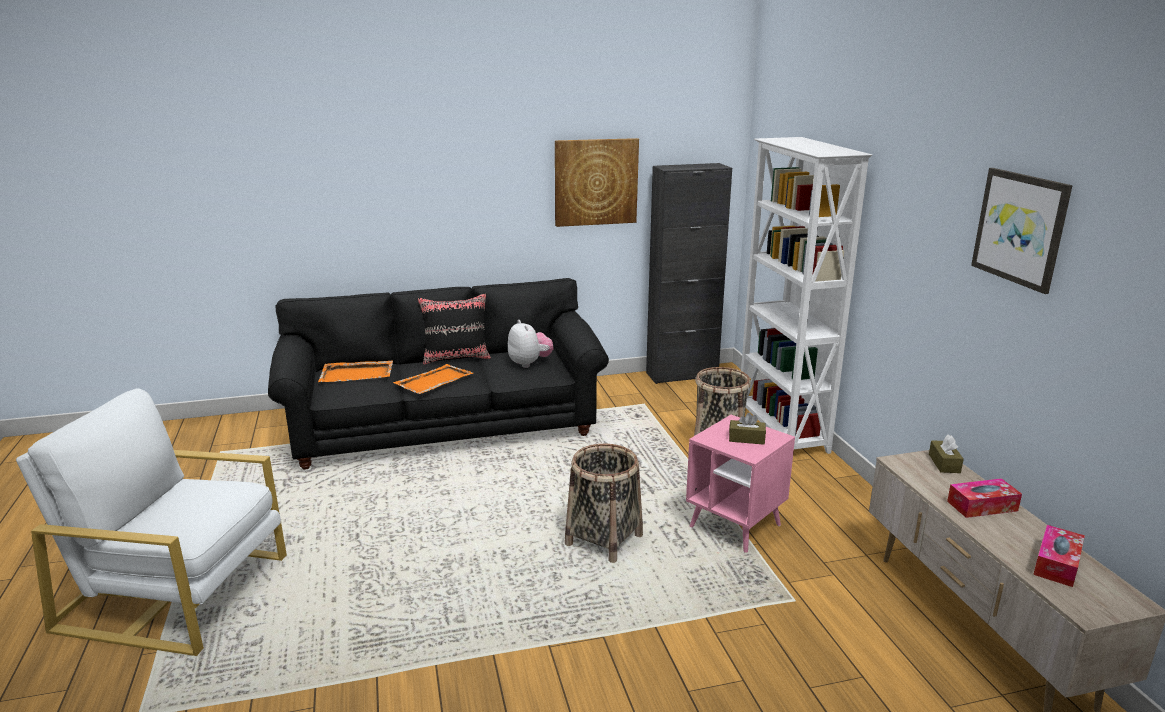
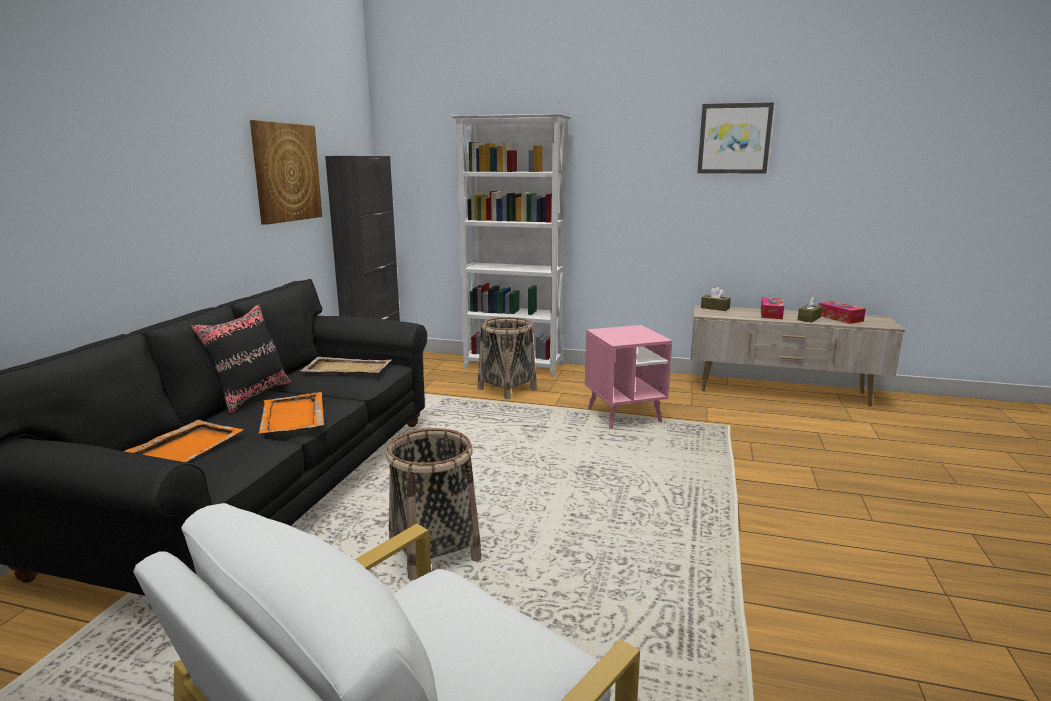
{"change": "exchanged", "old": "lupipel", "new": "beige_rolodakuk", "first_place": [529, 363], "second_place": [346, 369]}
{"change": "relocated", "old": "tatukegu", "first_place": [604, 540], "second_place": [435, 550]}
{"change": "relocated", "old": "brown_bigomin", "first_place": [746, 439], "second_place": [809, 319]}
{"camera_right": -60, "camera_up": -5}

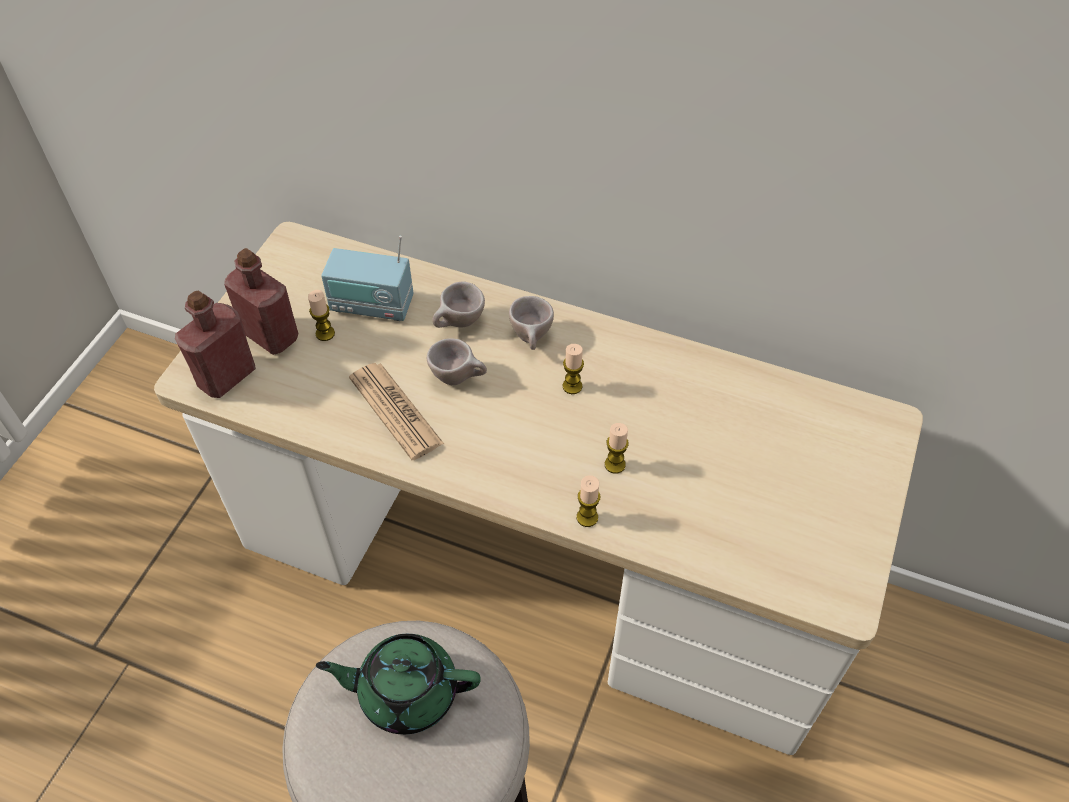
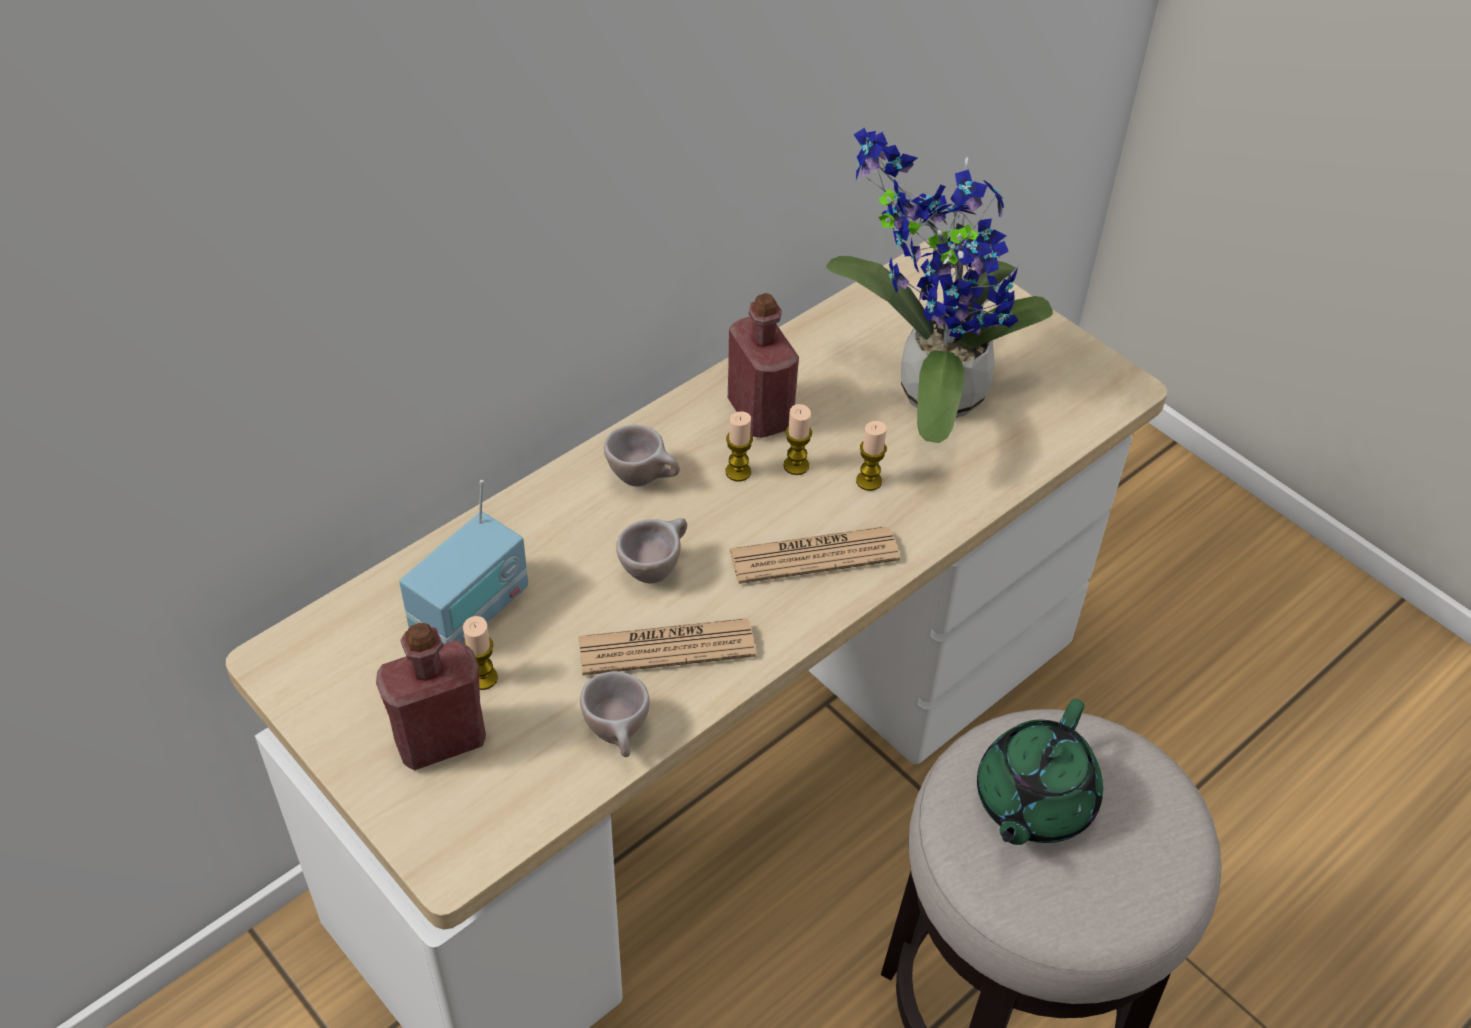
{"change": "relocated", "old": "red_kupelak", "first_place": [227, 377], "second_place": [760, 414]}
{"change": "relocated", "old": "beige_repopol", "first_place": [458, 324], "second_place": [619, 737]}
{"change": "relocated", "old": "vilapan", "first_place": [587, 517], "second_place": [796, 465]}
{"change": "appeared", "new": "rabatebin", "second_place": [813, 556]}
{"change": "appeared", "new": "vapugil", "second_place": [929, 391]}
{"camera_right": -65, "camera_up": -5}

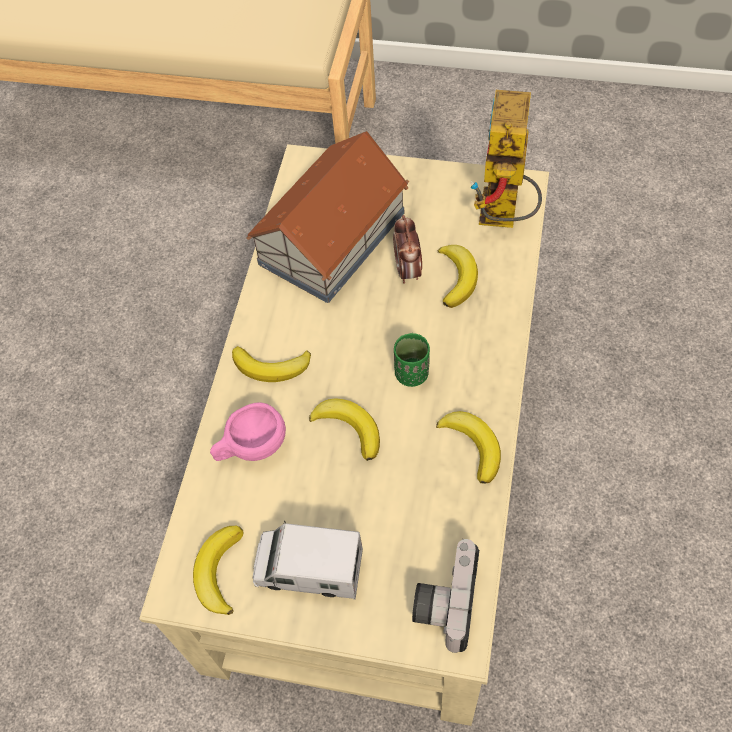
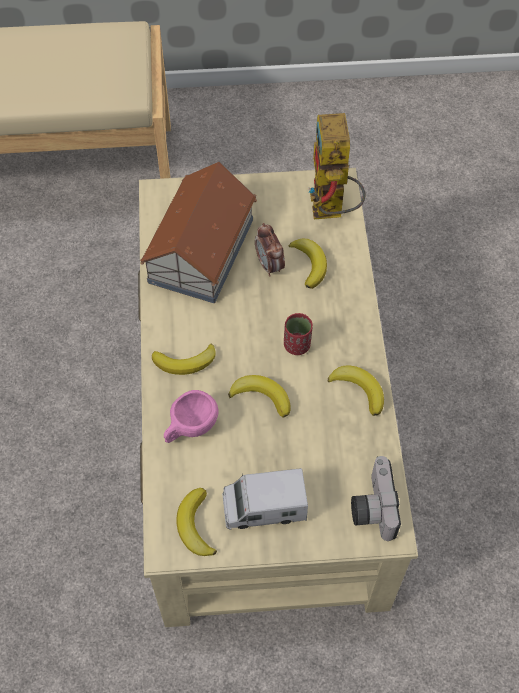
{"change": "colour", "old": "green_repopol", "new": "red_repopol", "first_place": [412, 374], "second_place": [297, 345]}
{"camera_right": -20, "camera_up": 0}

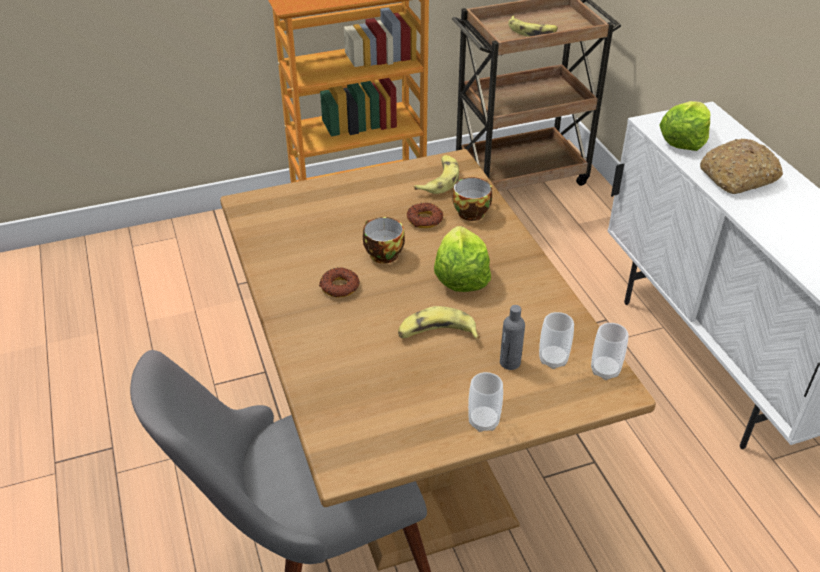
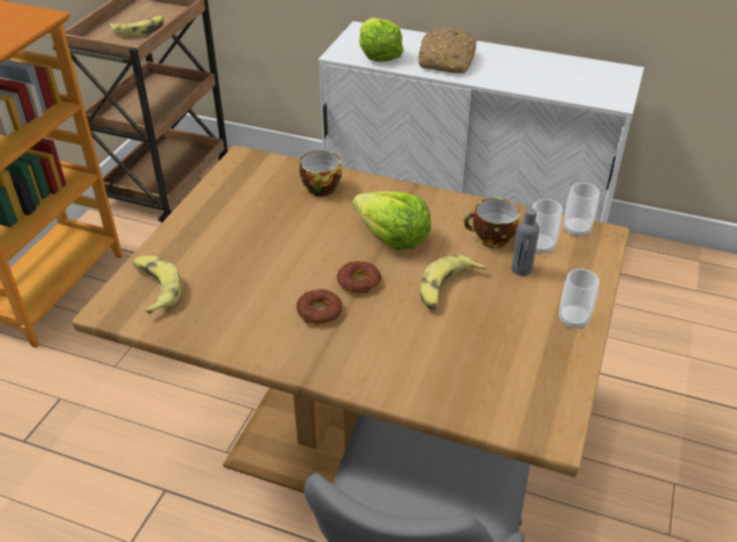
{"change": "relocated", "old": "repopol", "first_place": [381, 254], "second_place": [491, 239]}
{"change": "relocated", "old": "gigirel", "first_place": [424, 219], "second_place": [359, 282]}
{"change": "relocated", "old": "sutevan", "first_place": [439, 180], "second_place": [155, 288]}
{"camera_right": -50, "camera_up": 0}

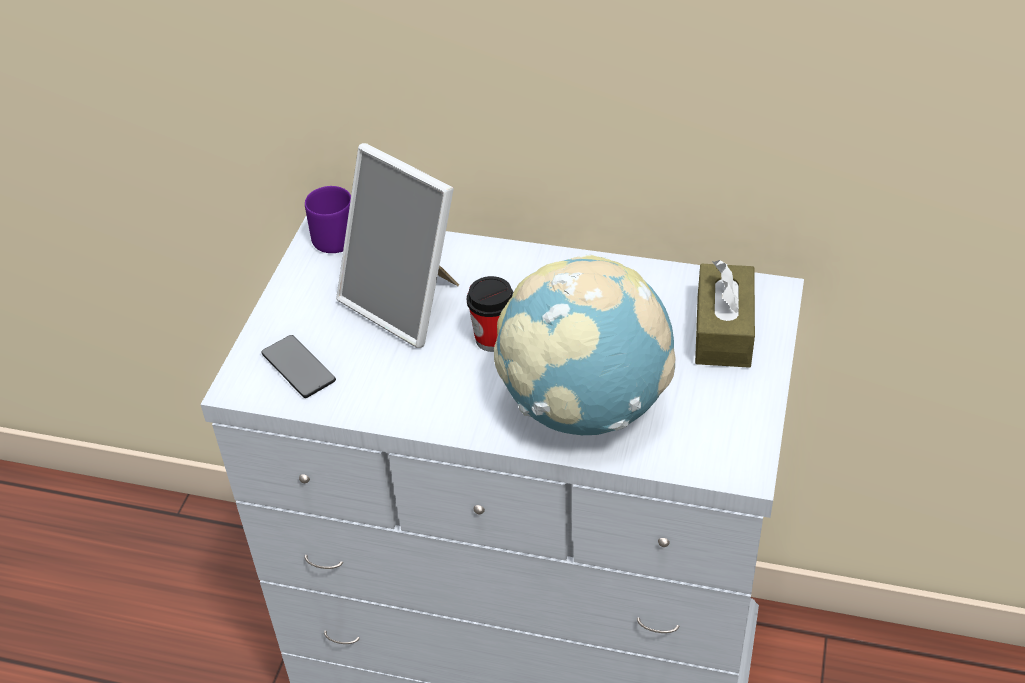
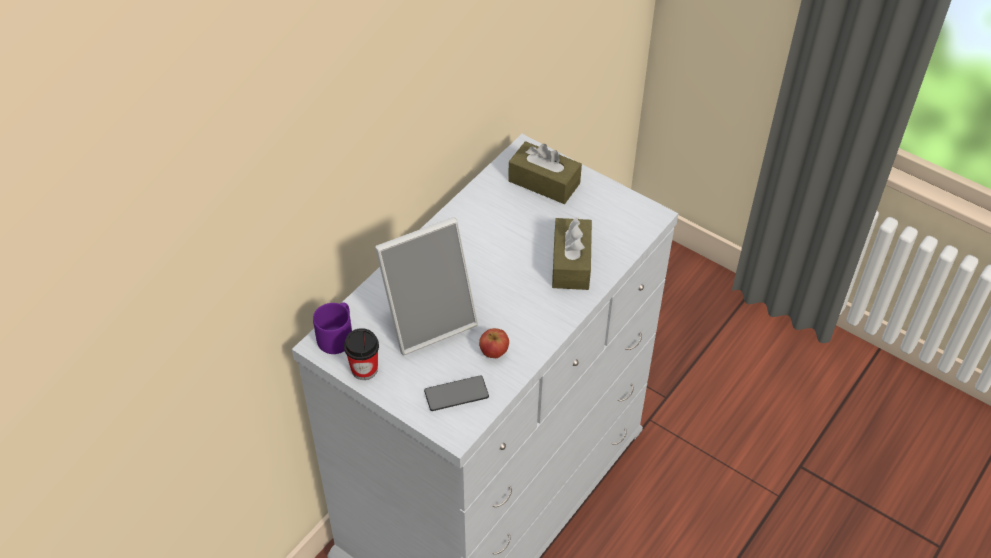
{"change": "relocated", "old": "repopol", "first_place": [493, 339], "second_place": [364, 369]}
{"change": "exchanged", "old": "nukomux", "new": "brown_bigomin", "first_place": [585, 406], "second_place": [571, 263]}
{"change": "appeared", "new": "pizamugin", "second_place": [494, 352]}
{"camera_right": -70, "camera_up": 5}

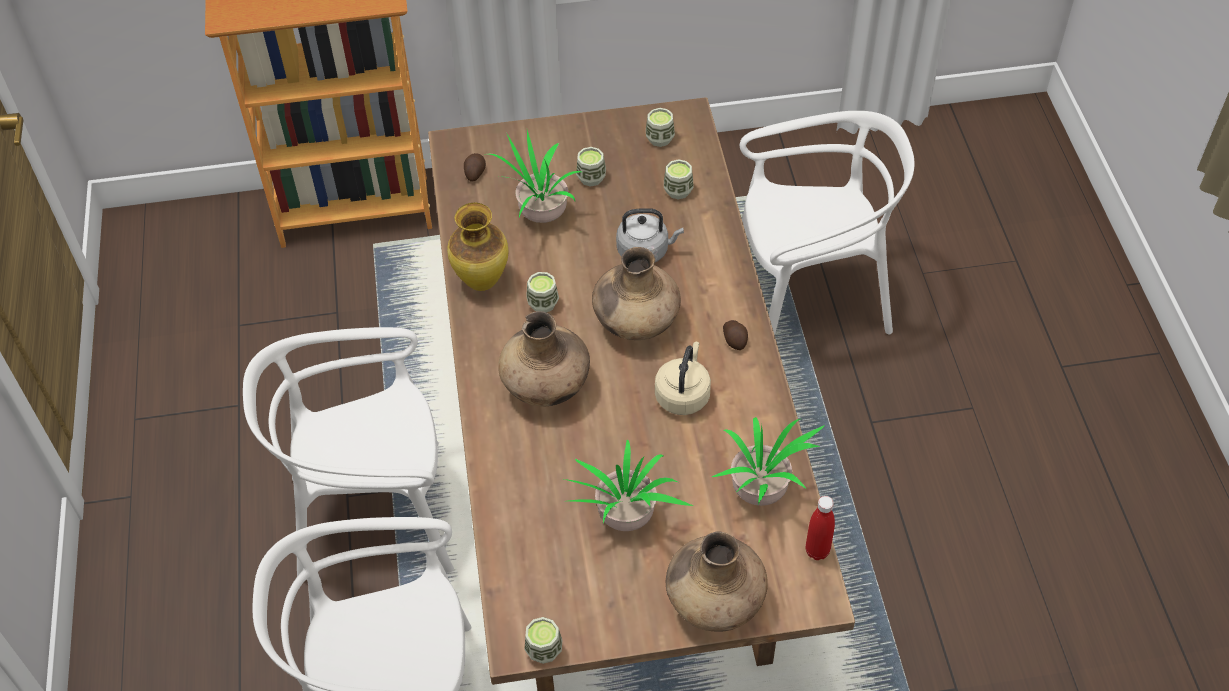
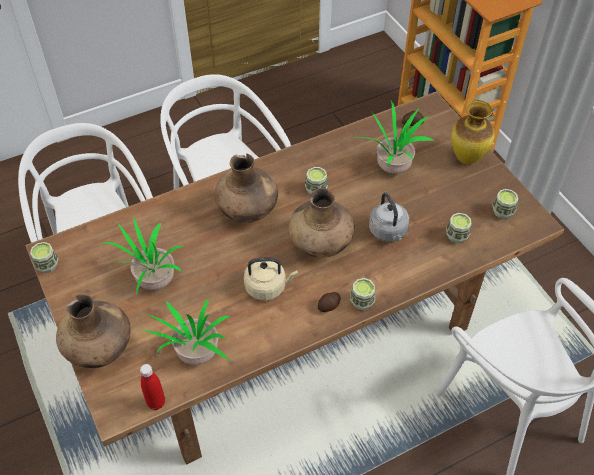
{"change": "relocated", "old": "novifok", "first_place": [483, 282], "second_place": [467, 159]}
{"change": "relocated", "old": "repopol", "first_place": [591, 178], "second_place": [362, 301]}
{"camera_right": 70, "camera_up": 0}

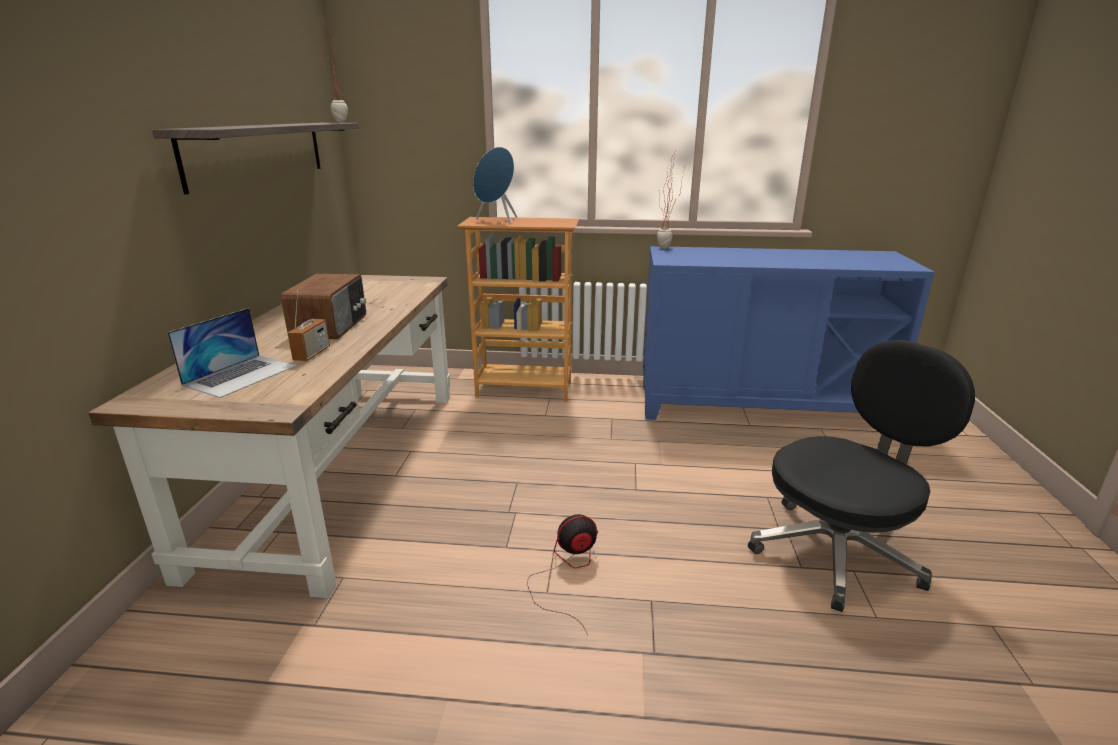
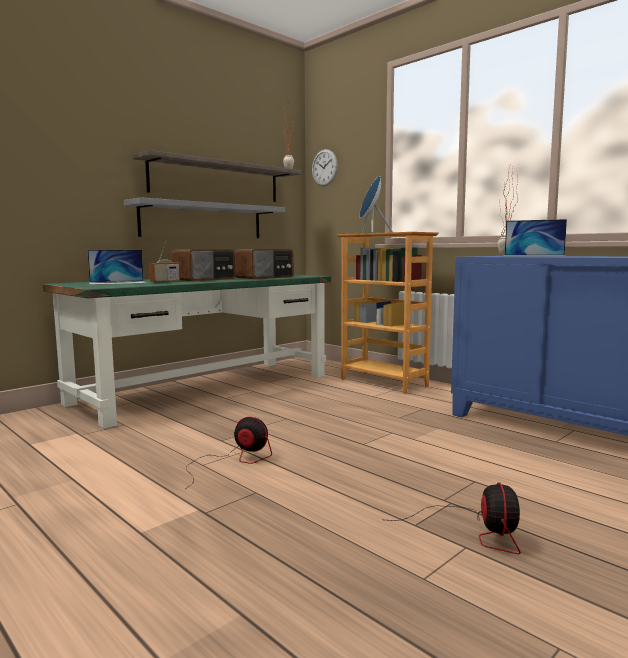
{"change": "colour", "old": "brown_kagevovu", "new": "green_kagevovu", "first_place": [342, 467], "second_place": [206, 388]}
{"change": "exchanged", "old": "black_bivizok", "new": "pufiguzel", "first_place": [837, 551], "second_place": [475, 531]}
{"change": "appeared", "new": "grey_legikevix", "second_place": [203, 221]}
{"change": "appeared", "new": "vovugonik", "second_place": [265, 277]}
{"change": "appeared", "new": "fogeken", "second_place": [324, 167]}
{"change": "appeared", "new": "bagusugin", "second_place": [533, 256]}
{"camera_right": 40, "camera_up": -15}

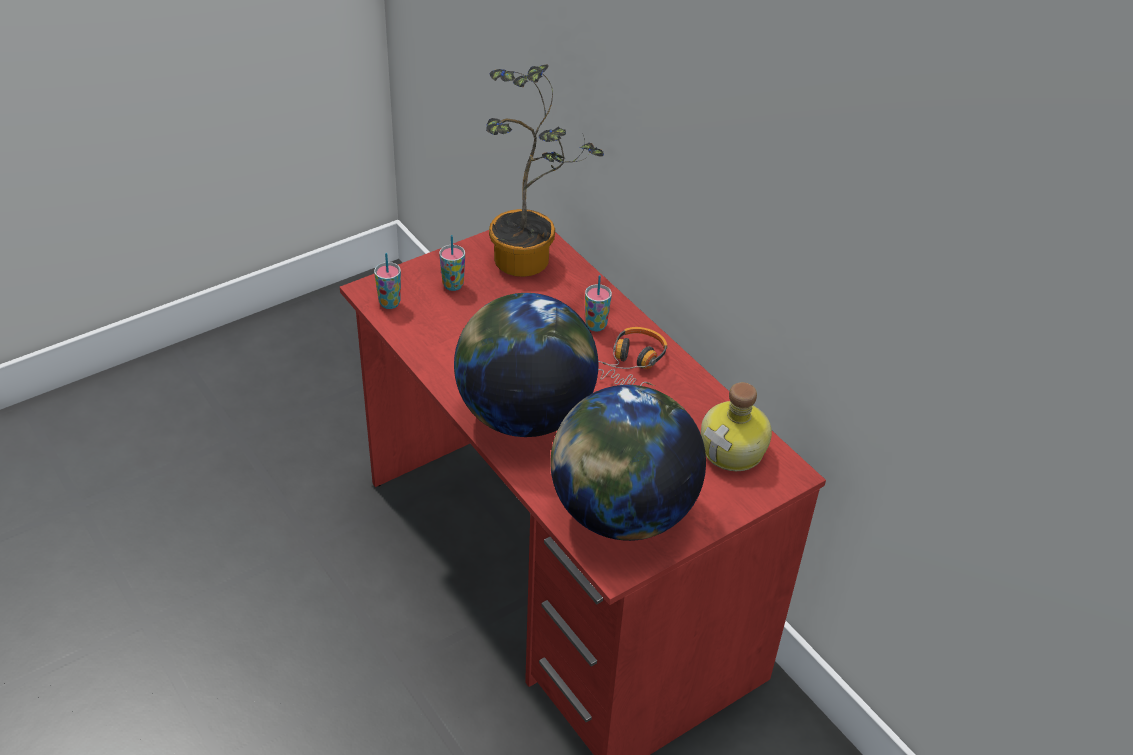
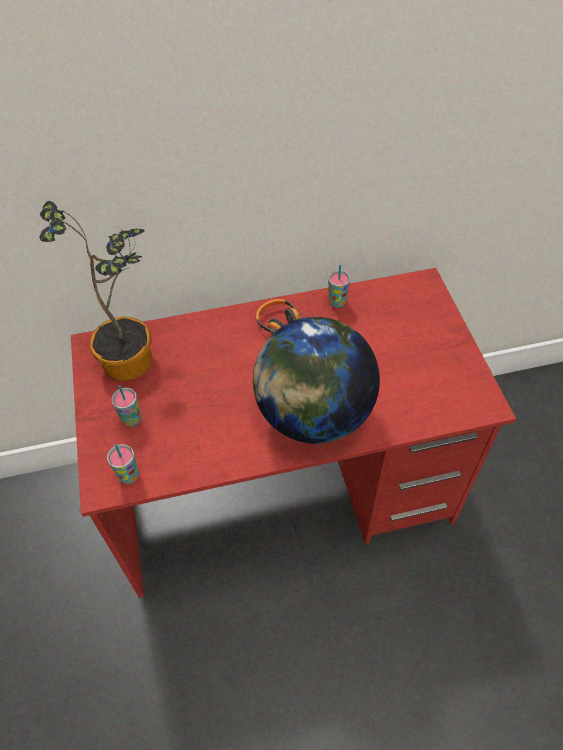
{"change": "missing", "old": "nukomux", "first_place": [621, 512]}
{"change": "relocated", "old": "repopol", "first_place": [596, 325], "second_place": [337, 302]}
{"change": "missing", "old": "kupelak", "first_place": [735, 450]}
{"camera_right": -65, "camera_up": 10}

